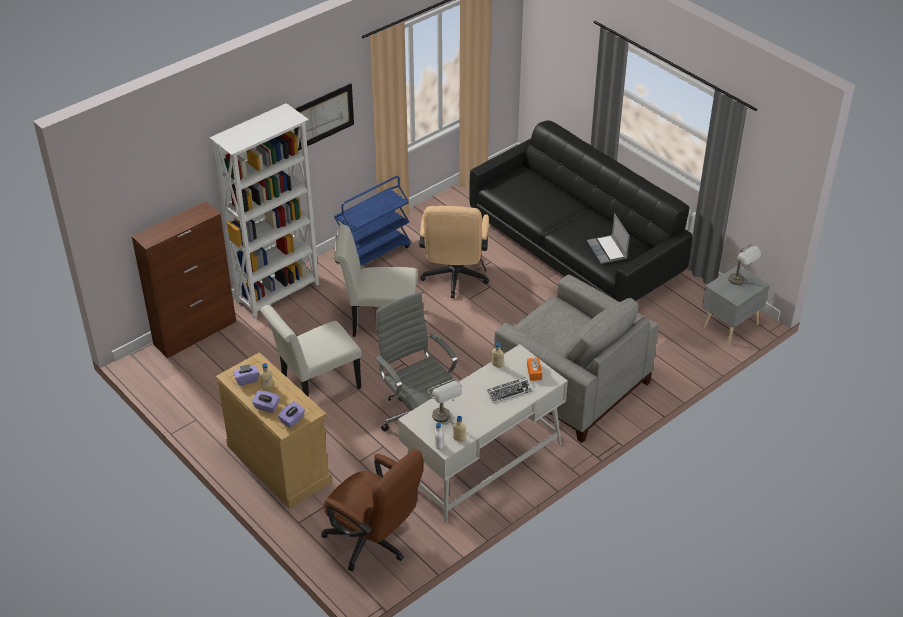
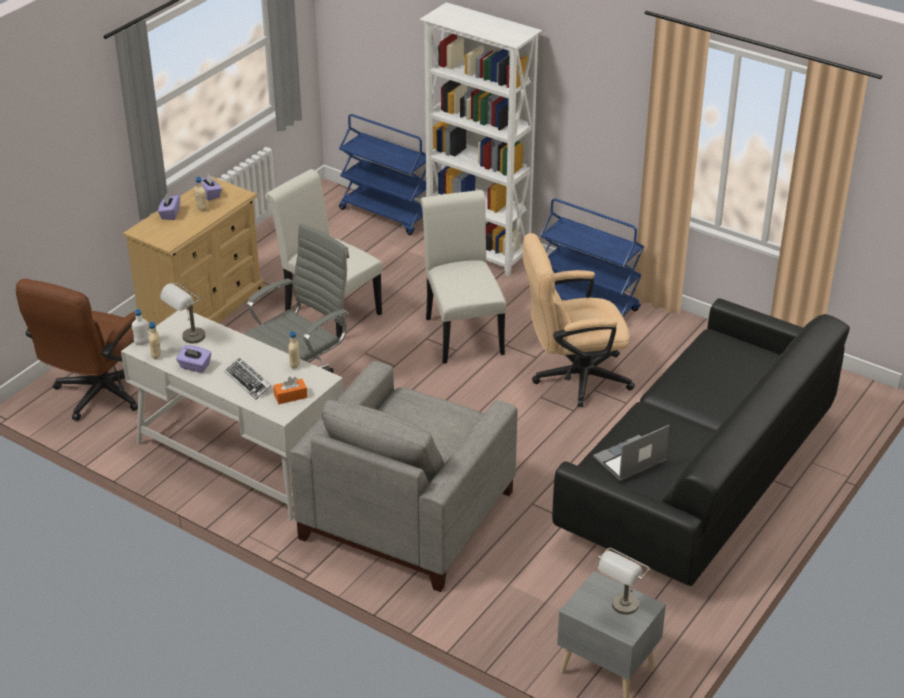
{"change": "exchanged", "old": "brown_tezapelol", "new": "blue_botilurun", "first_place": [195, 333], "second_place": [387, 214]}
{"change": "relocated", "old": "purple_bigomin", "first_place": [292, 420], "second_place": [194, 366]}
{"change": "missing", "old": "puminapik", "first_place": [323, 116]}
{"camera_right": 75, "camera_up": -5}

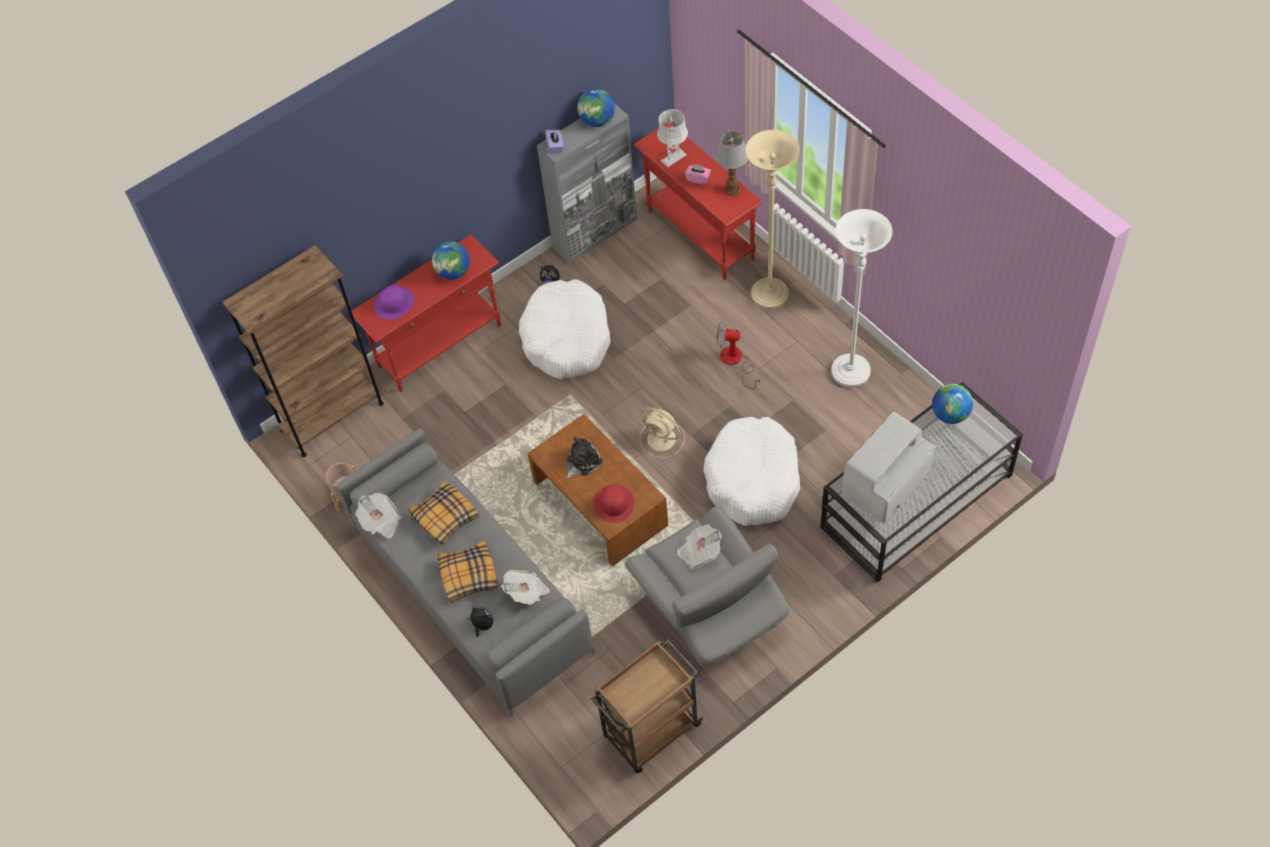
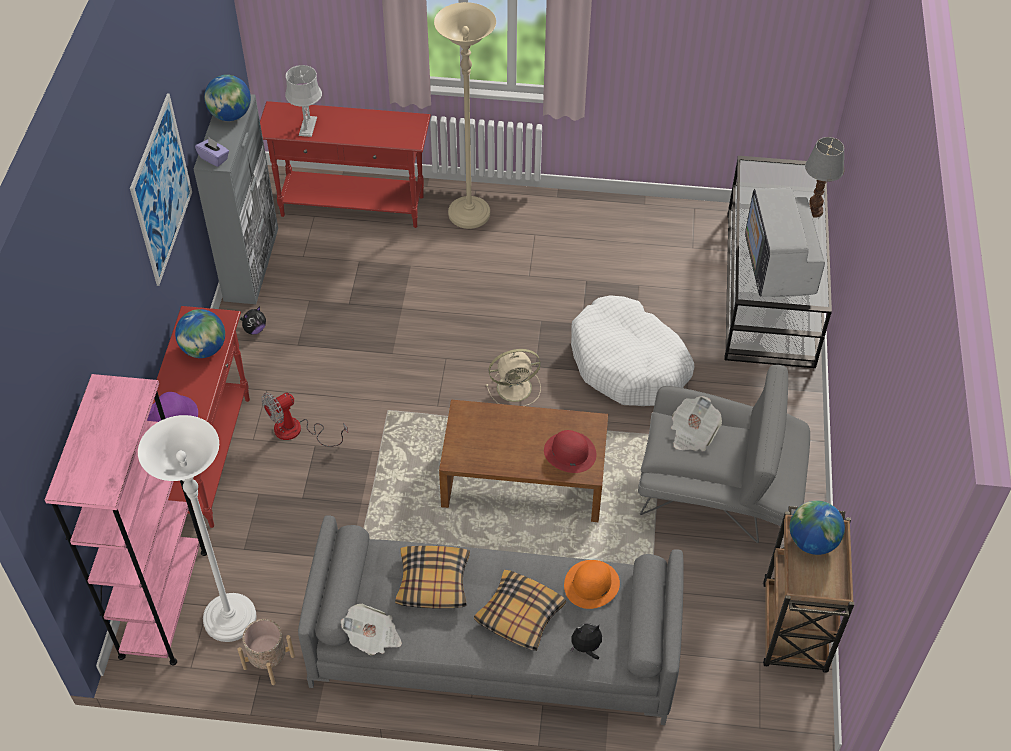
{"change": "colour", "old": "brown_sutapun", "new": "pink_sutapun", "first_place": [332, 417], "second_place": [164, 603]}
{"change": "exchanged", "old": "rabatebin", "new": "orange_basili", "first_place": [527, 592], "second_place": [591, 584]}
{"change": "missing", "old": "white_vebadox", "first_place": [567, 338]}
{"change": "missing", "old": "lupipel", "first_place": [582, 461]}
{"change": "missing", "old": "pink_bigomin", "first_place": [698, 179]}
{"change": "relocated", "old": "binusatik", "first_place": [732, 190], "second_place": [814, 211]}
{"change": "relocated", "old": "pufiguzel", "first_place": [735, 362], "second_place": [297, 431]}
{"change": "relocated", "old": "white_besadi", "first_place": [850, 372], "second_place": [230, 619]}
{"change": "relocated", "old": "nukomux", "first_place": [950, 414], "second_place": [812, 541]}
{"change": "appeared", "new": "puminapik", "second_place": [161, 190]}
{"camera_right": -50, "camera_up": -5}

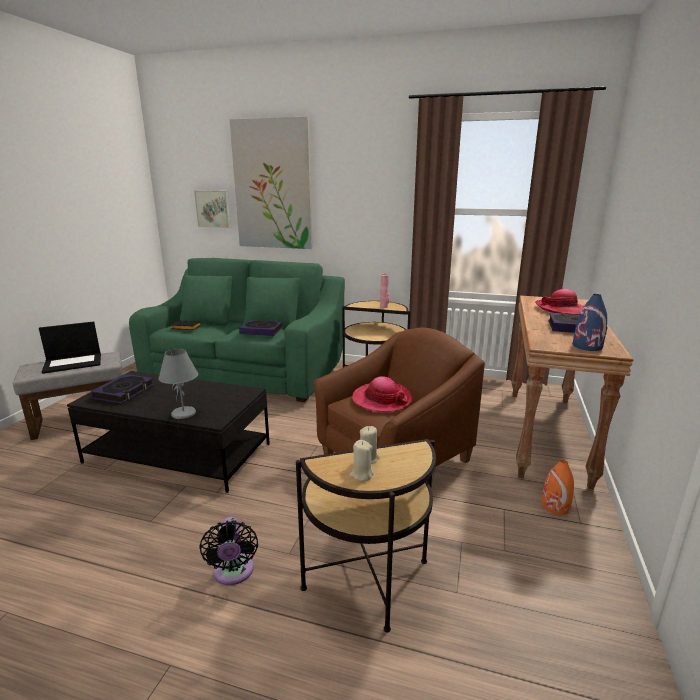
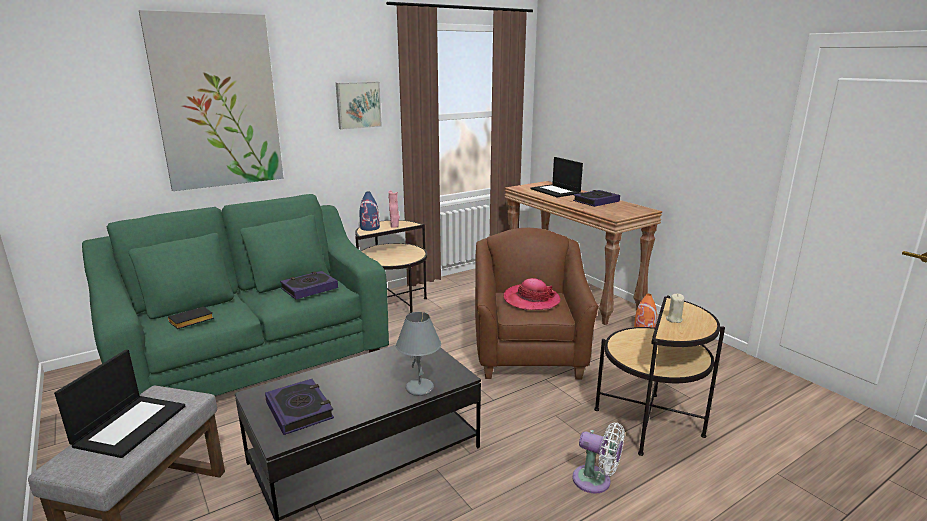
{"change": "relocated", "old": "puminapik", "first_place": [213, 209], "second_place": [358, 105]}
{"change": "colour", "old": "black_pufiguzel", "new": "white_pufiguzel", "first_place": [233, 573], "second_place": [595, 481]}
{"change": "missing", "old": "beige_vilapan", "first_place": [361, 475]}
{"change": "exchanged", "old": "basili", "new": "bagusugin", "first_place": [561, 309], "second_place": [556, 191]}
{"change": "relocated", "old": "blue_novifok", "first_place": [587, 346], "second_place": [370, 228]}
{"camera_right": -50, "camera_up": 0}

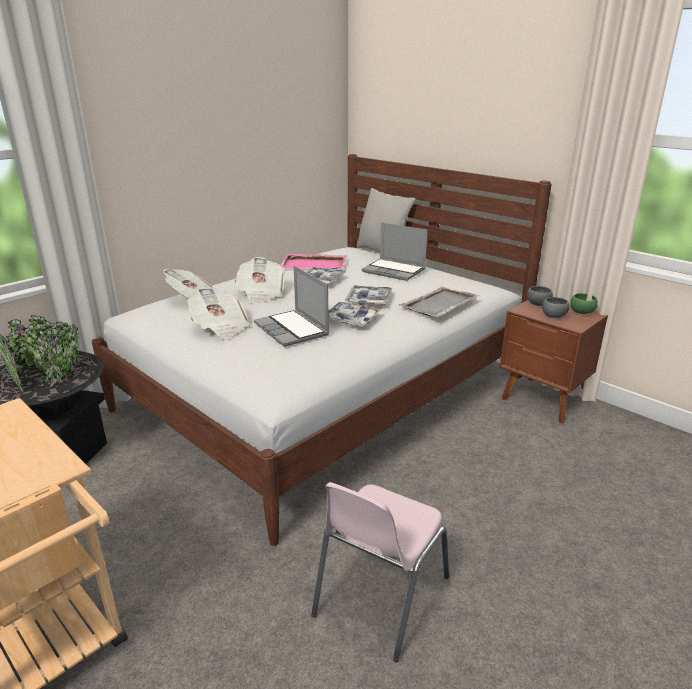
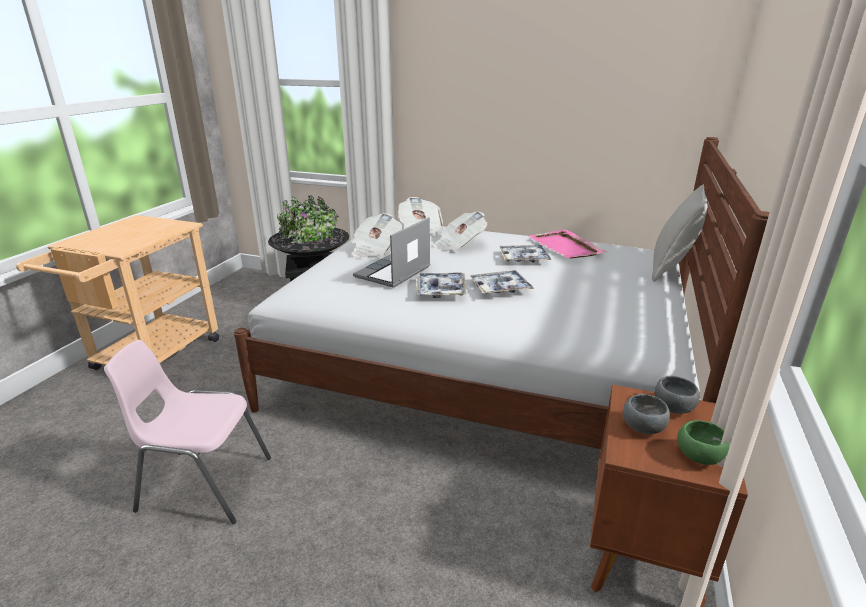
{"change": "missing", "old": "bagusugin", "first_place": [394, 271]}
{"change": "missing", "old": "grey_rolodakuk", "first_place": [438, 304]}
{"camera_right": 65, "camera_up": 0}

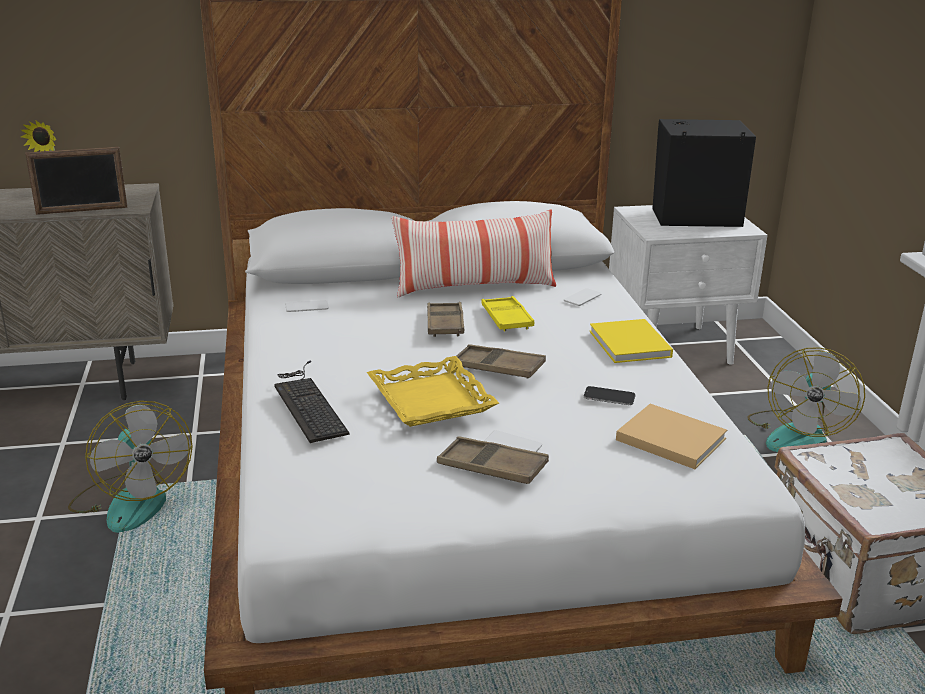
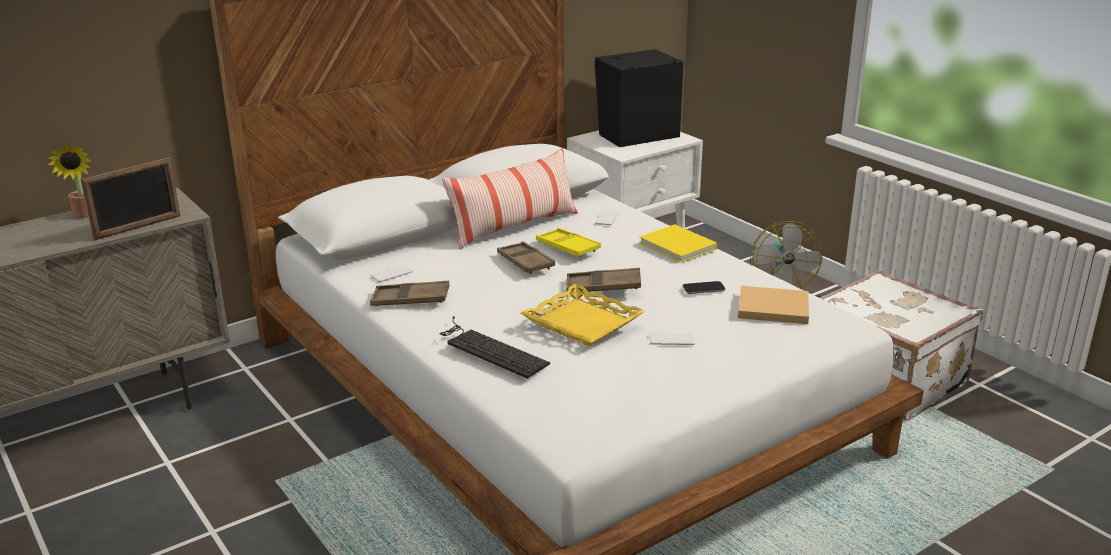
{"change": "missing", "old": "pufiguzel", "first_place": [131, 501]}
{"change": "relocated", "old": "brown_rolodakuk", "first_place": [492, 467], "second_place": [410, 299]}
{"camera_right": -25, "camera_up": 0}

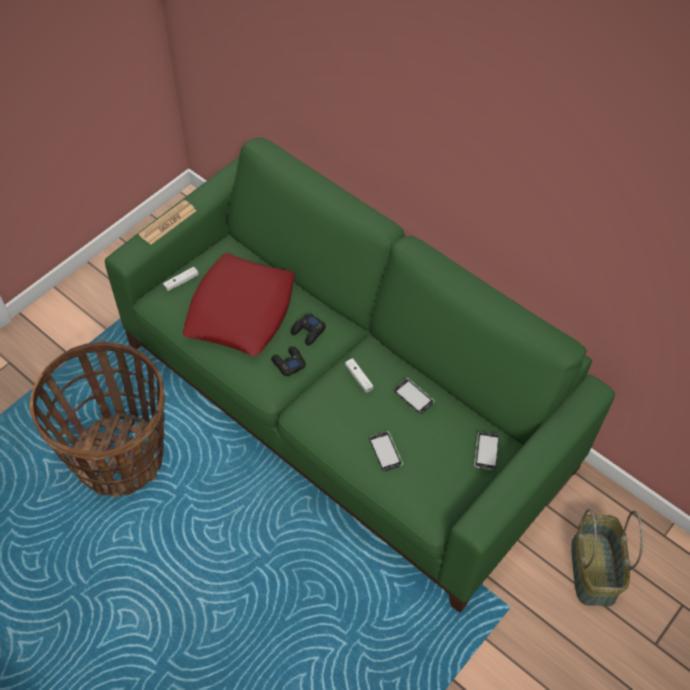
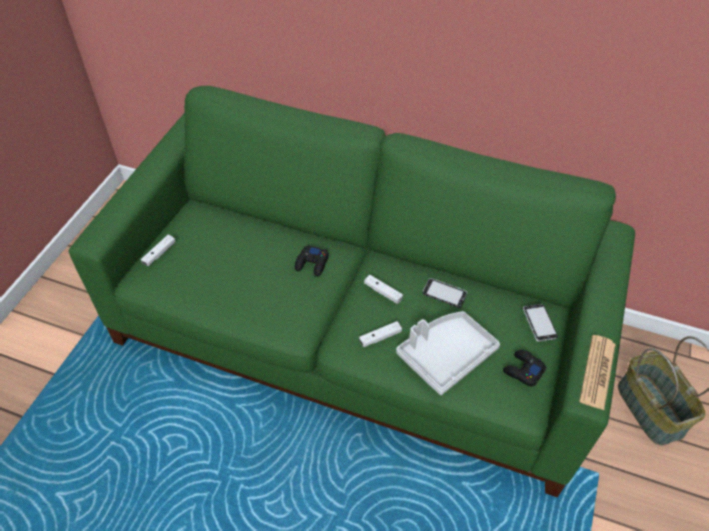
{"change": "missing", "old": "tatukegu", "first_place": [120, 457]}
{"change": "relocated", "old": "rabatebin", "first_place": [168, 223], "second_place": [597, 372]}
{"change": "missing", "old": "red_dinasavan", "first_place": [240, 310]}
{"change": "relocated", "old": "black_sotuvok", "first_place": [288, 363], "second_place": [523, 370]}
{"change": "exchanged", "old": "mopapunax", "new": "grey_rolodakuk", "first_place": [385, 452], "second_place": [445, 355]}
{"change": "appeared", "new": "white_sotuvok", "second_place": [380, 337]}
{"camera_right": -20, "camera_up": -5}

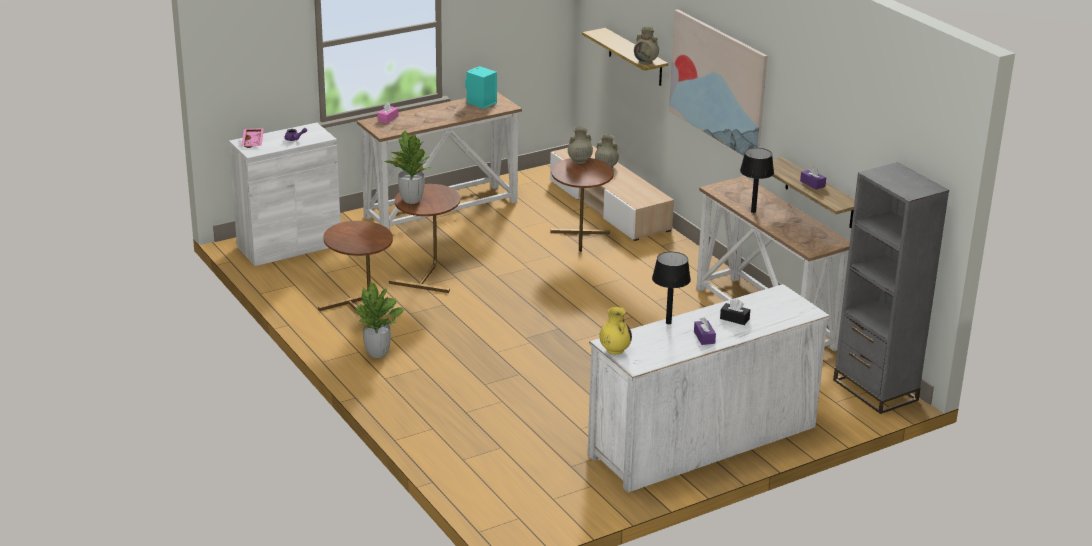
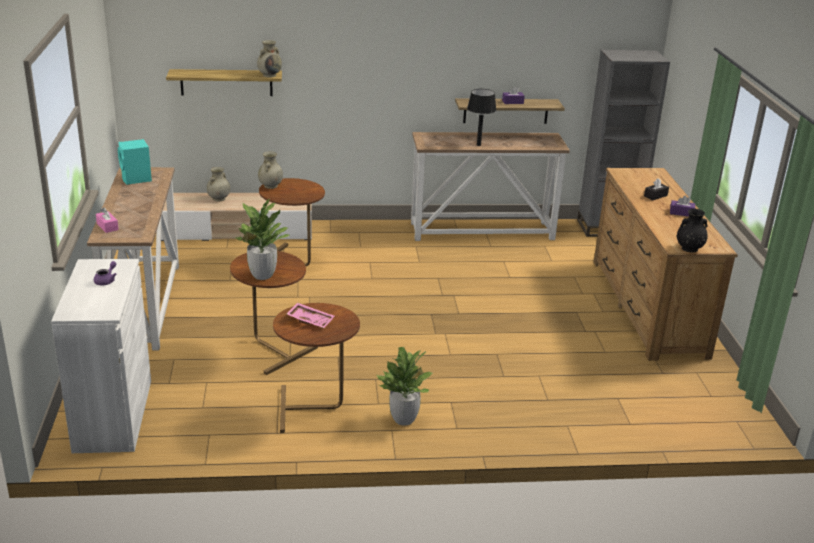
{"change": "relocated", "old": "pink_rolodakuk", "first_place": [253, 141], "second_place": [311, 320]}
{"change": "colour", "old": "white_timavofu", "new": "brown_timavofu", "first_place": [702, 441], "second_place": [647, 307]}
{"change": "colour", "old": "yellow_novifok", "new": "black_novifok", "first_place": [614, 350], "second_place": [689, 249]}
{"change": "missing", "old": "black_binusatik", "first_place": [668, 323]}
{"change": "missing", "old": "puminapik", "first_place": [718, 84]}
{"camera_right": -65, "camera_up": 0}

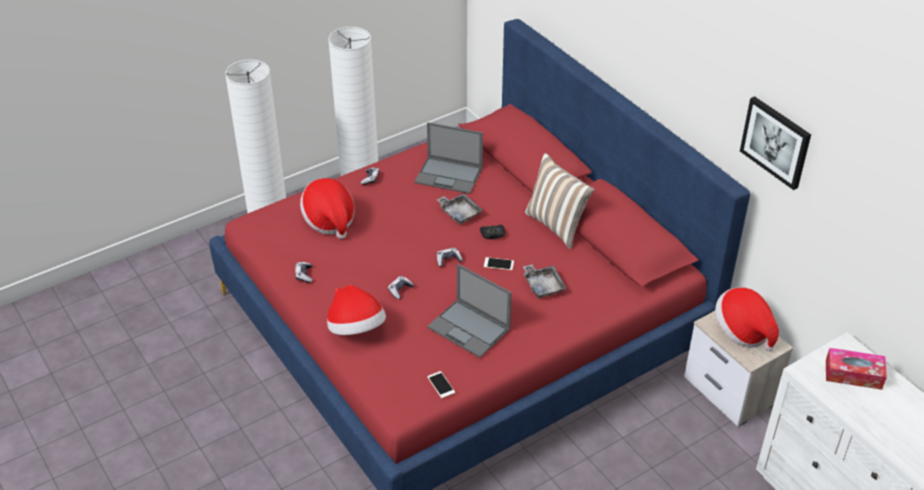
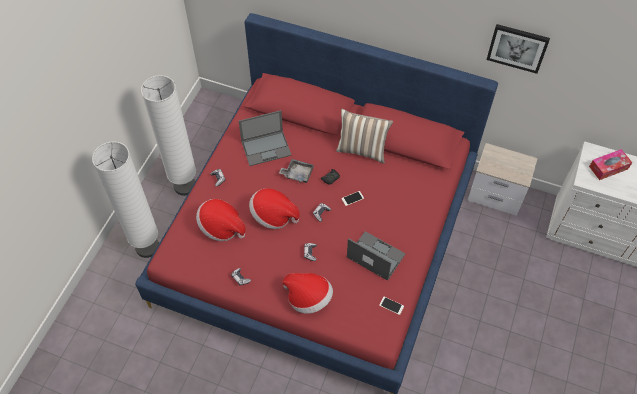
{"change": "spun", "old": "bagusugin", "first_place": [469, 328], "second_place": [375, 255], "degrees": -150}
{"change": "missing", "old": "grey_rolodakuk", "first_place": [543, 285]}
{"change": "relocated", "old": "basili", "first_place": [743, 331], "second_place": [273, 215]}
{"camera_right": -35, "camera_up": 15}

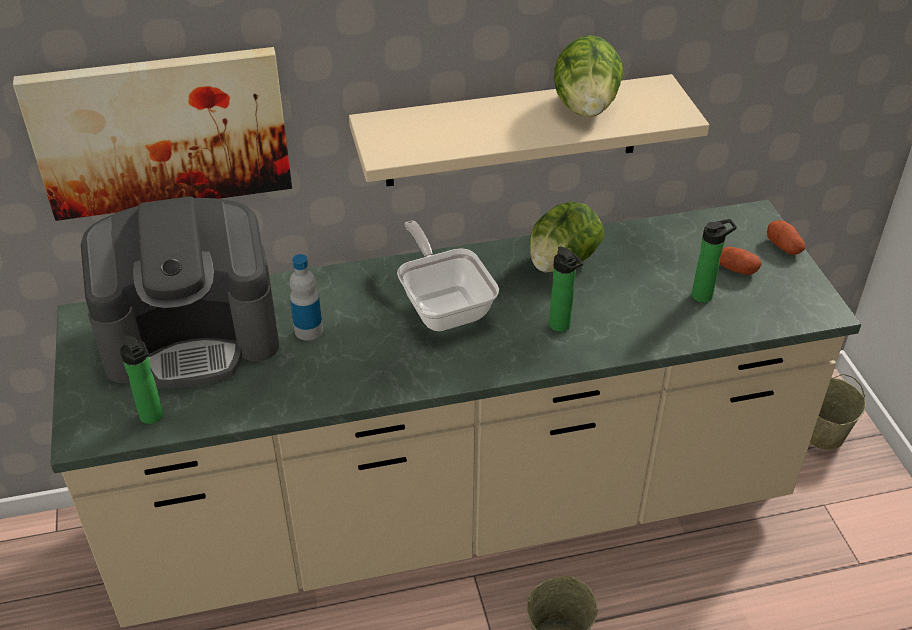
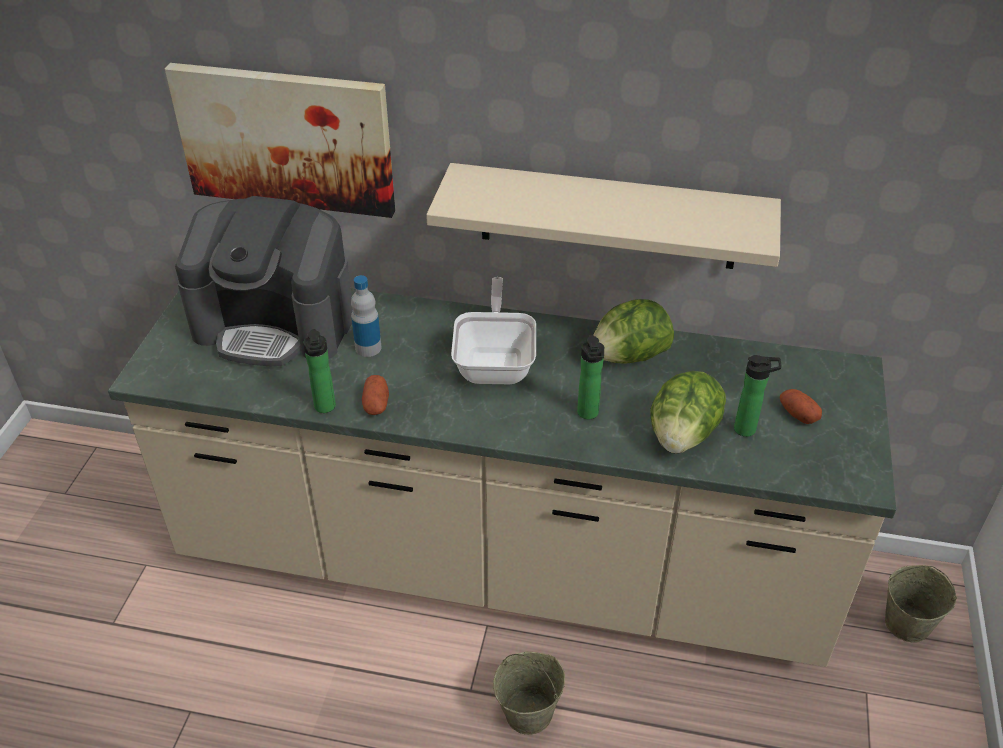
{"change": "relocated", "old": "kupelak", "first_place": [153, 418], "second_place": [325, 408]}
{"change": "relocated", "old": "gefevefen", "first_place": [586, 107], "second_place": [682, 436]}
{"change": "relocated", "old": "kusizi", "first_place": [783, 246], "second_place": [376, 404]}
{"camera_right": 25, "camera_up": 0}

